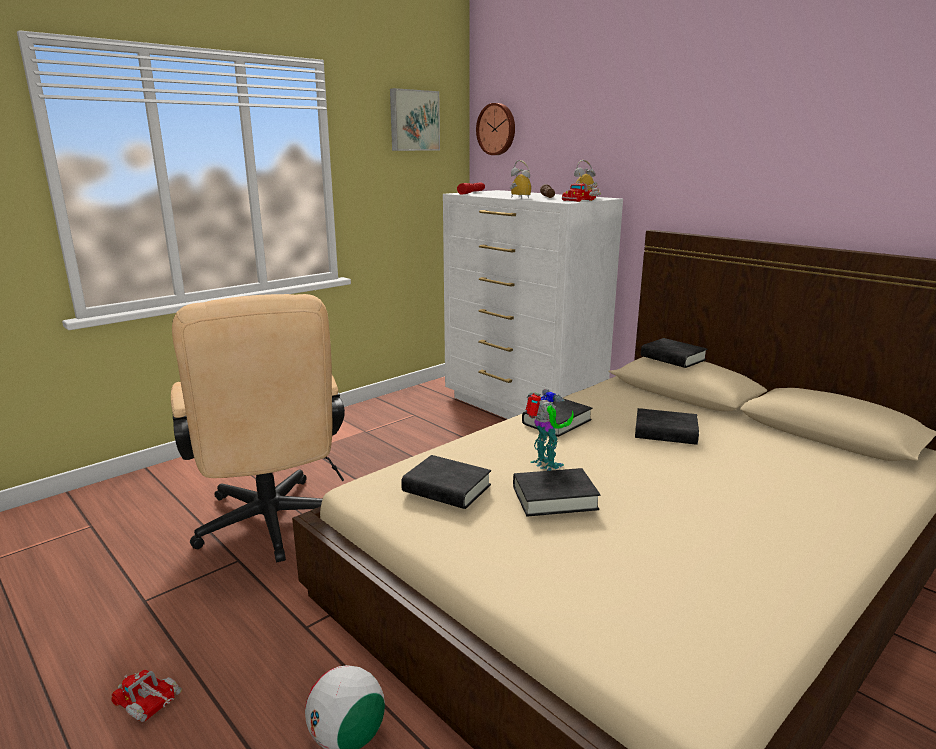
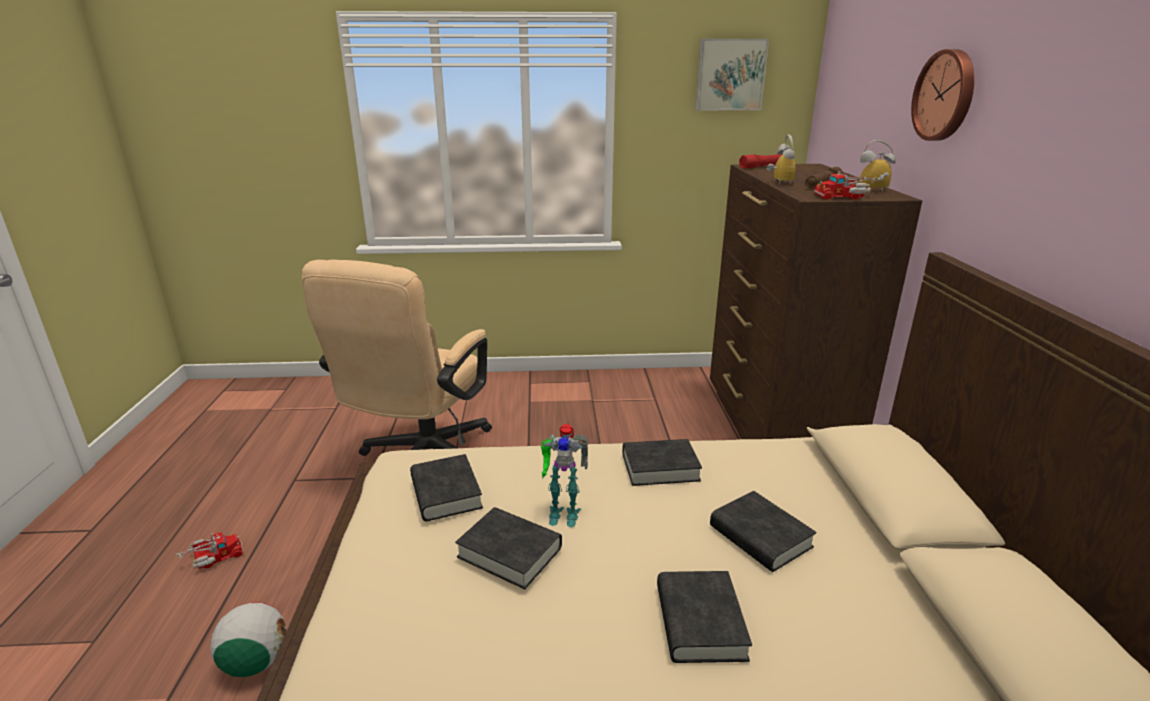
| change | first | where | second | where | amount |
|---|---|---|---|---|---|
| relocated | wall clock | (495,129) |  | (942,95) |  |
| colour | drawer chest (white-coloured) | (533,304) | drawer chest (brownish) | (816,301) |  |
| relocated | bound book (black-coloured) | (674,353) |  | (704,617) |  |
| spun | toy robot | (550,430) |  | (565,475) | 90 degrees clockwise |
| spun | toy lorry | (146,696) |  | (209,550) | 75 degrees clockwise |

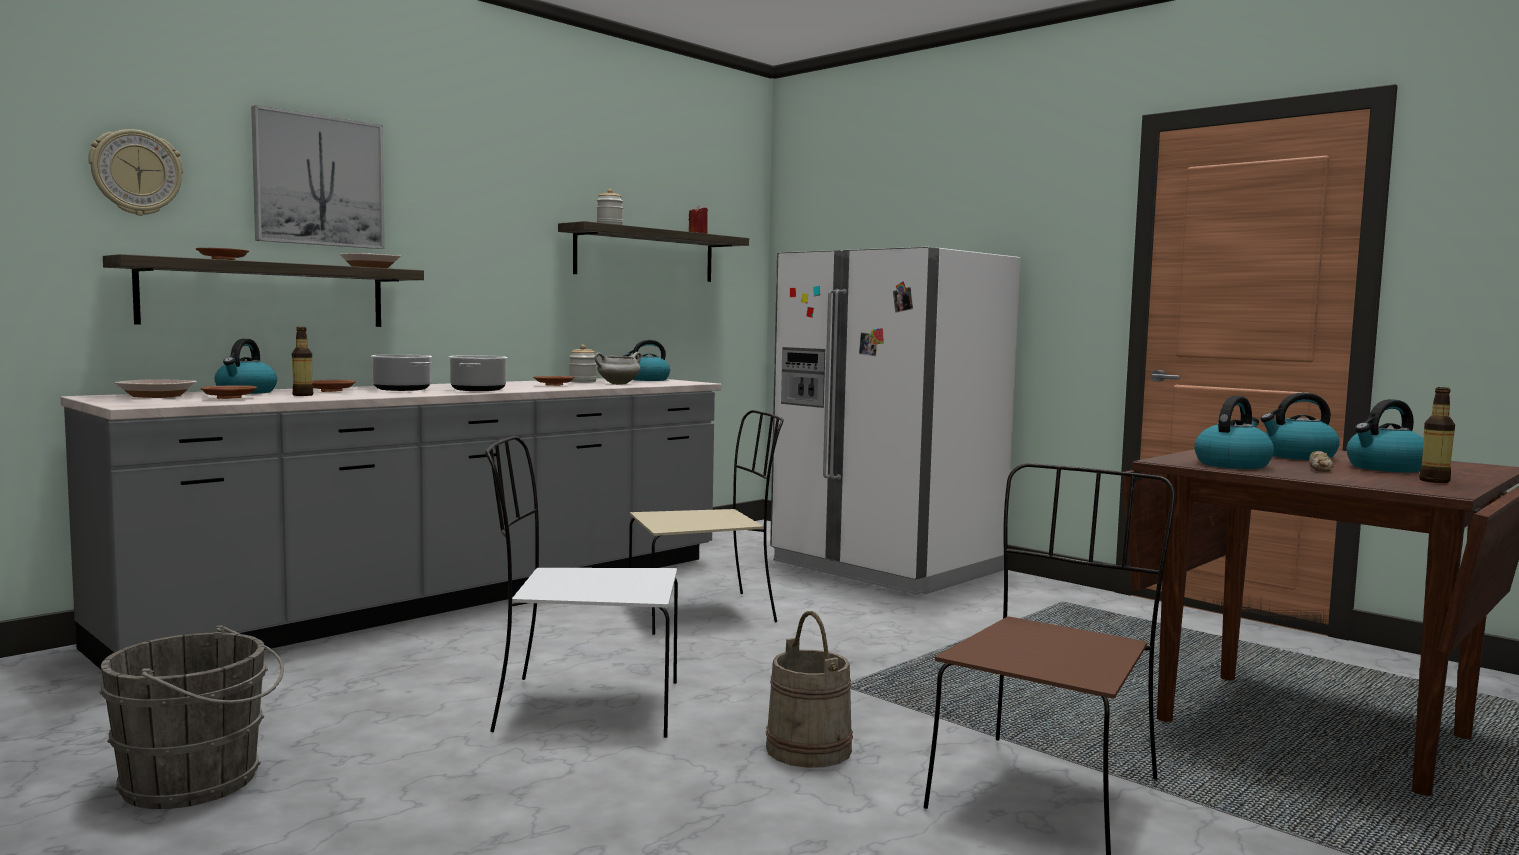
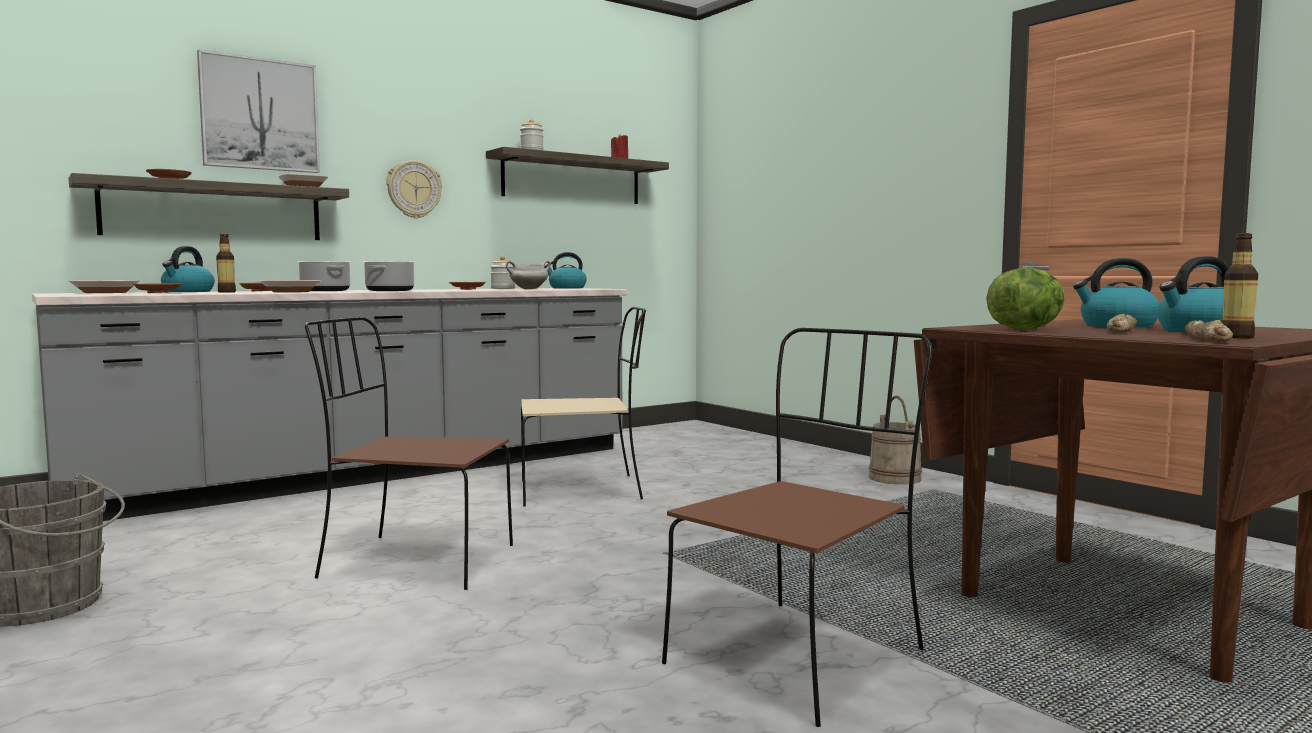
| change | first | where | second | where | amount |
|---|---|---|---|---|---|
| relocated | wall clock | (135,172) |  | (414,189) |  |
| missing | refrigerator (white-coloured) | (895,421) |  |  |  |
| exchanged | tea kettle | (1234,432) | lettuce head | (1025,298) |  |
| colour | chair (white-coloured) | (581,587) | chair (brownish) | (409,453) |  |
| relocated | pail (beige) | (809,689) |  | (895,440) |  |
| appeared |  |  | bowl | (290,286) |  |
| appeared |  |  | bread | (1209,330) |  |

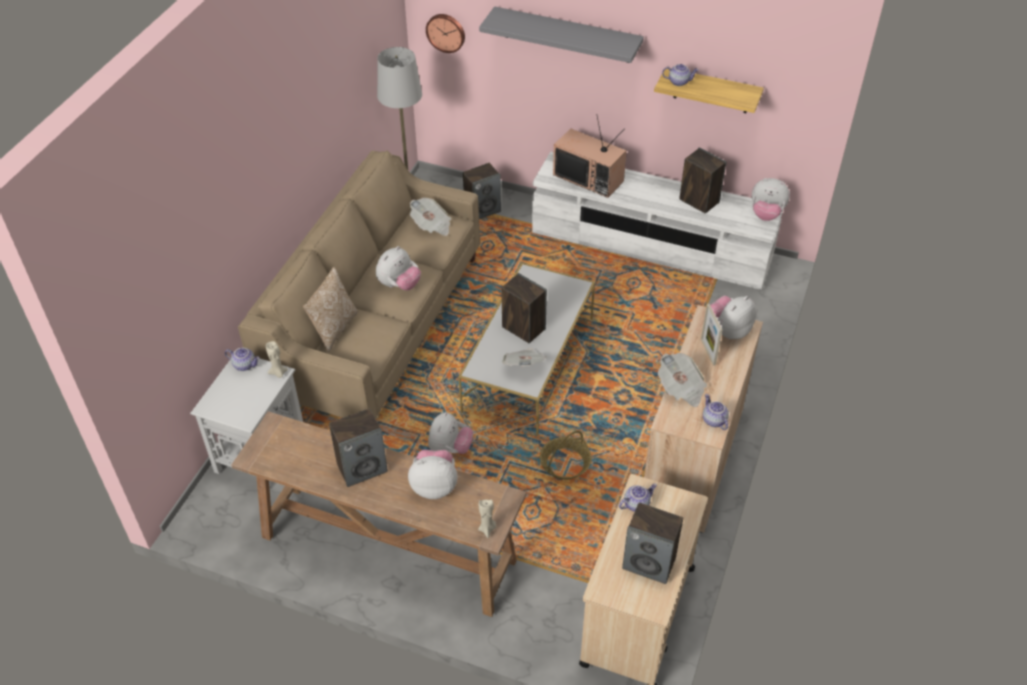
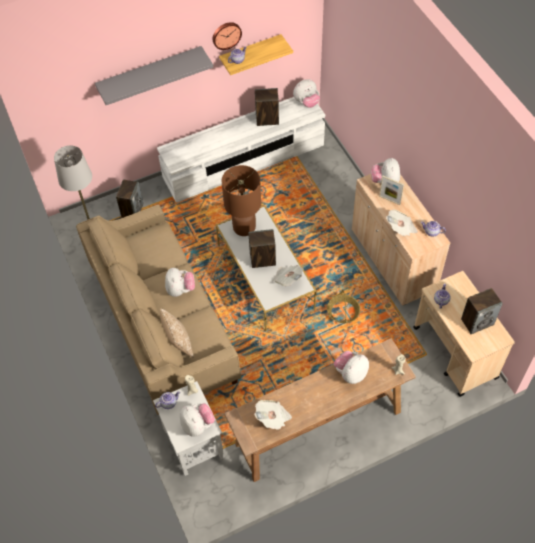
| change | first | where | second | where | amount |
|---|---|---|---|---|---|
| relocated | wall clock | (445,33) |  | (227,36) |  |
| missing | TV | (590,156) |  |  |  |
| relocated | printed paper | (430,217) |  | (273,415) |  |
| missing | loudspeaker | (358,447) |  |  |  |
| relocated | cuddly toy | (450,433) |  | (197,420) |  |
| appeared |  |  | lamp for a table (brownish) | (241,200) |  |

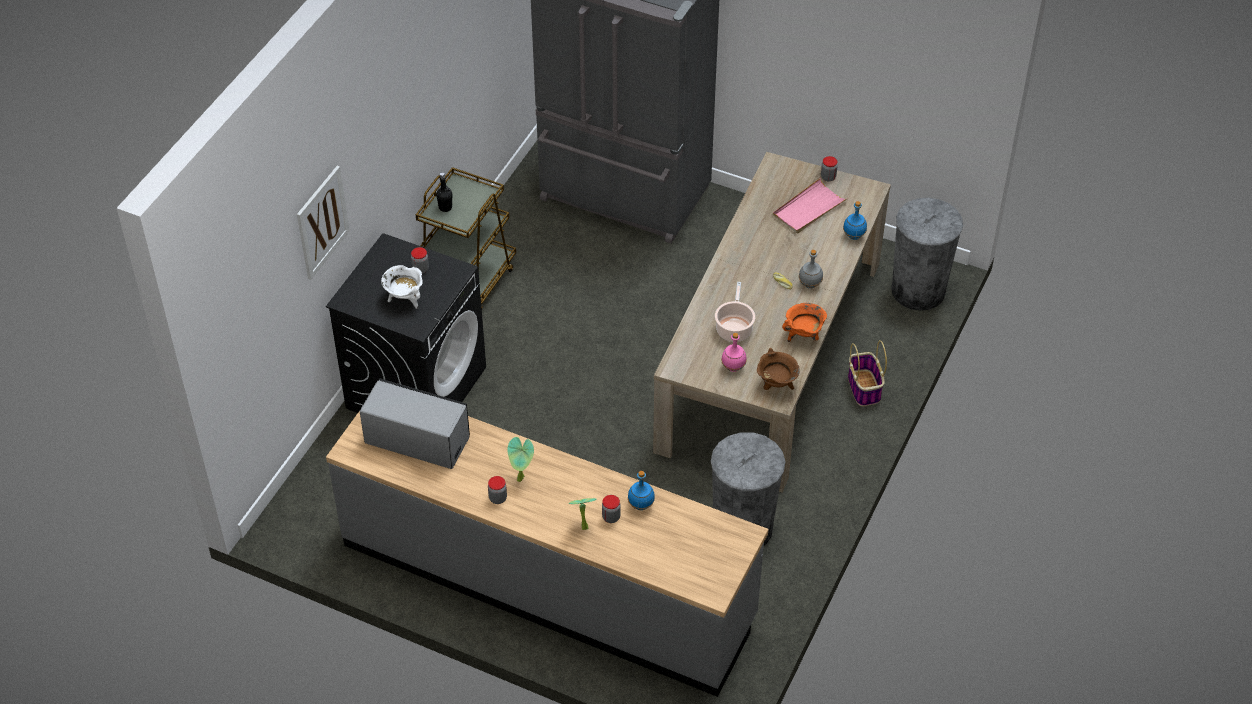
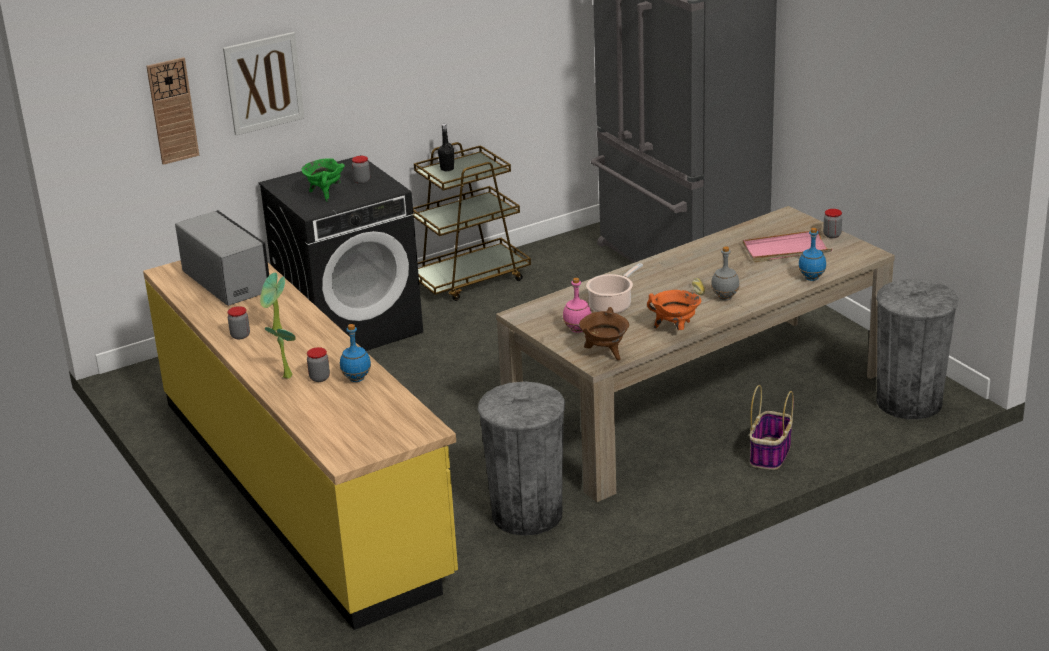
| change | first | where | second | where | amount |
|---|---|---|---|---|---|
| colour | saucepot (white-coloured) | (402,287) | saucepot (greenish) | (323,180) |  |
| colour | kitchen counter (grey) | (547,554) | kitchen counter (yellow) | (300,445) |  |
| appeared |  |  | wall clock | (172,111) |  |

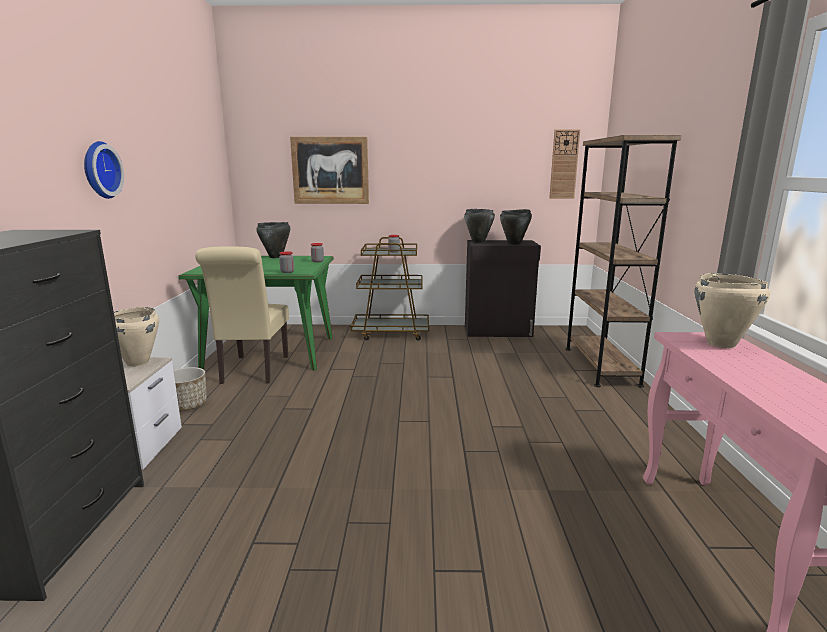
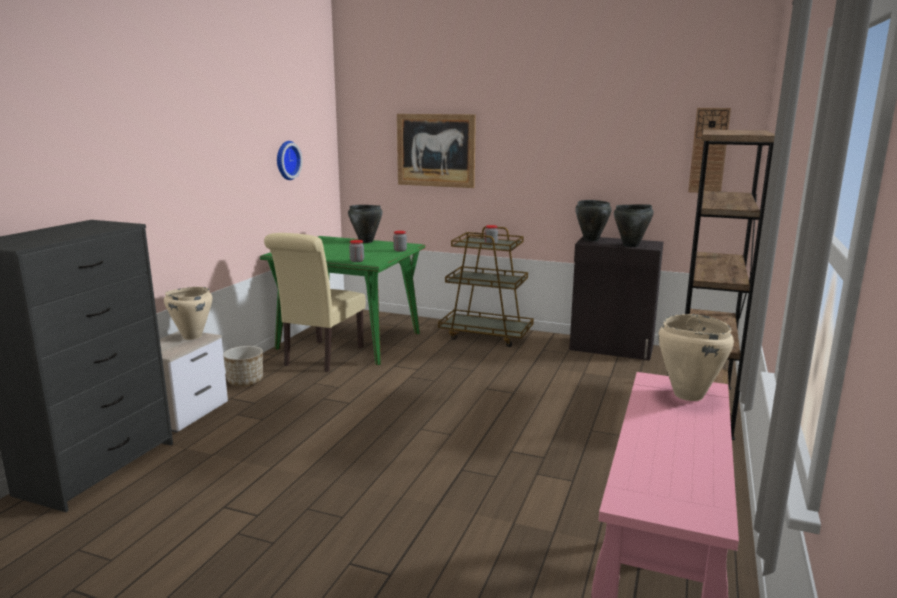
| change | first | where | second | where | amount |
|---|---|---|---|---|---|
| relocated | wall clock | (104,170) |  | (289,160) |  |

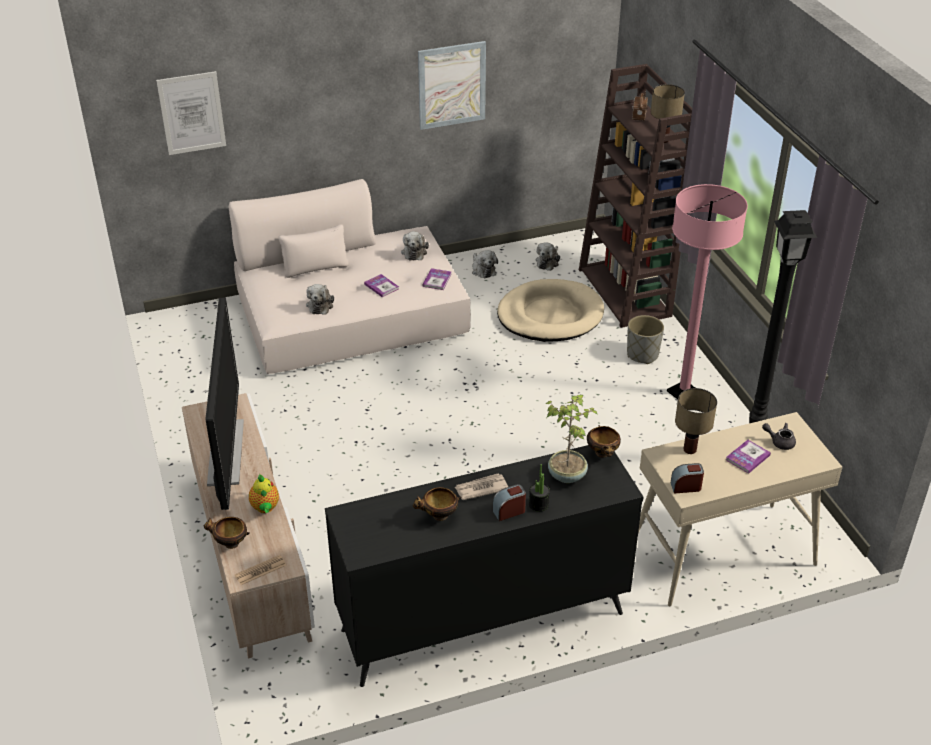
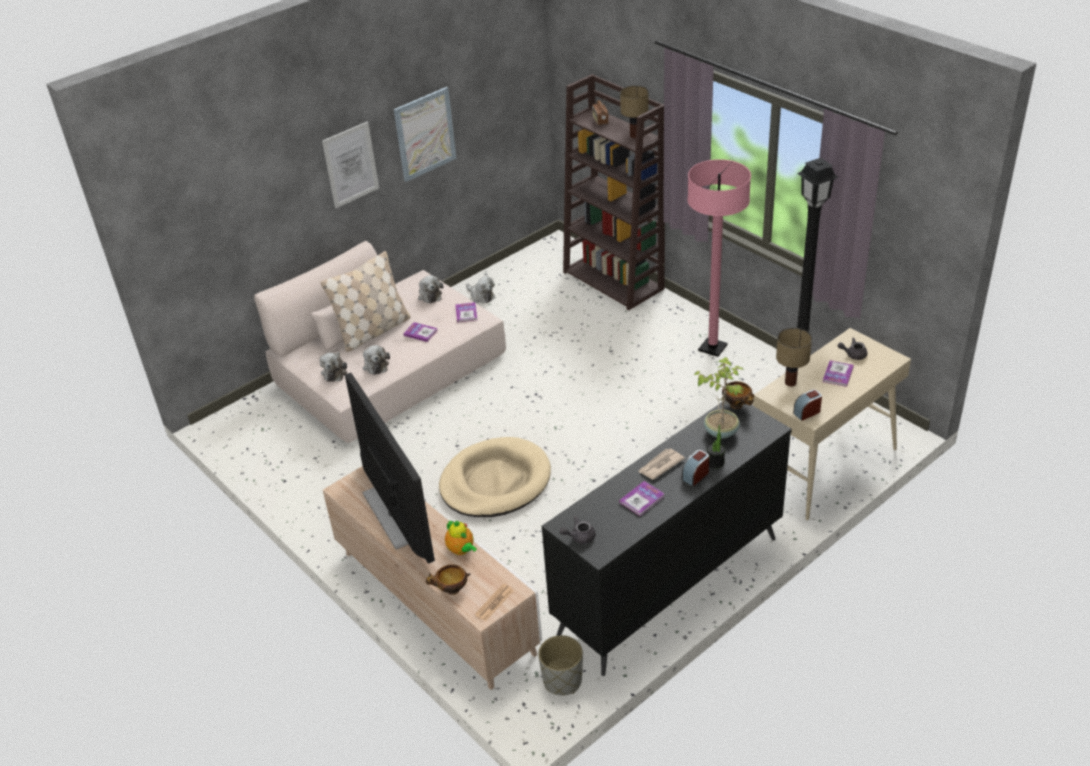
| change | first | where | second | where | amount |
|---|---|---|---|---|---|
| relocated | wall picture | (191,113) |  | (350,165) |  |
| relocated | cuddly toy | (548,256) |  | (333,367) |  |
| relocated | dog bed (beige) | (550,310) |  | (495,477) |  |
| relocated | planter (grey) | (645,339) |  | (560,665) |  |
| exchanged | bowl | (436,504) | bound book | (642,498) |  |
| appeared |  |  | cushion (beige) | (366,301) |  |
| appeared |  |  | pot for tea (grey) | (578,530) |  |

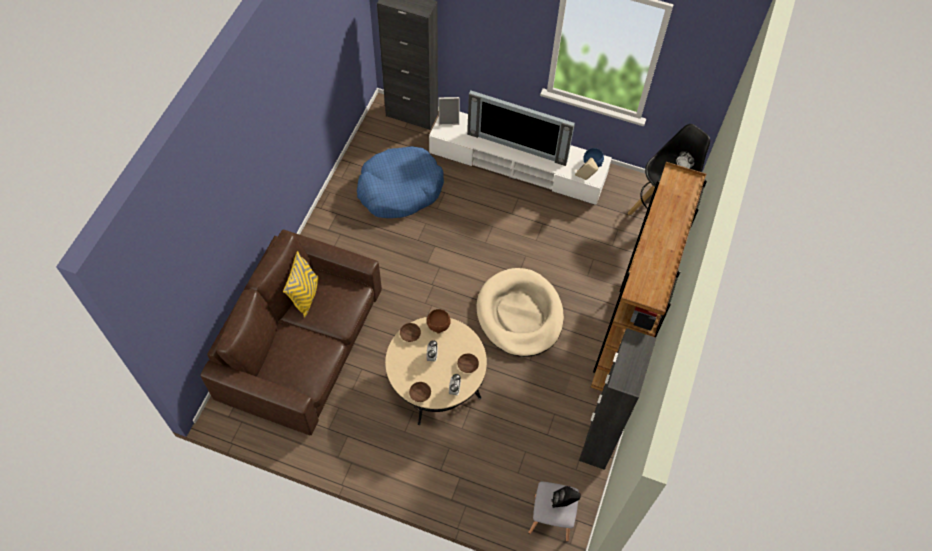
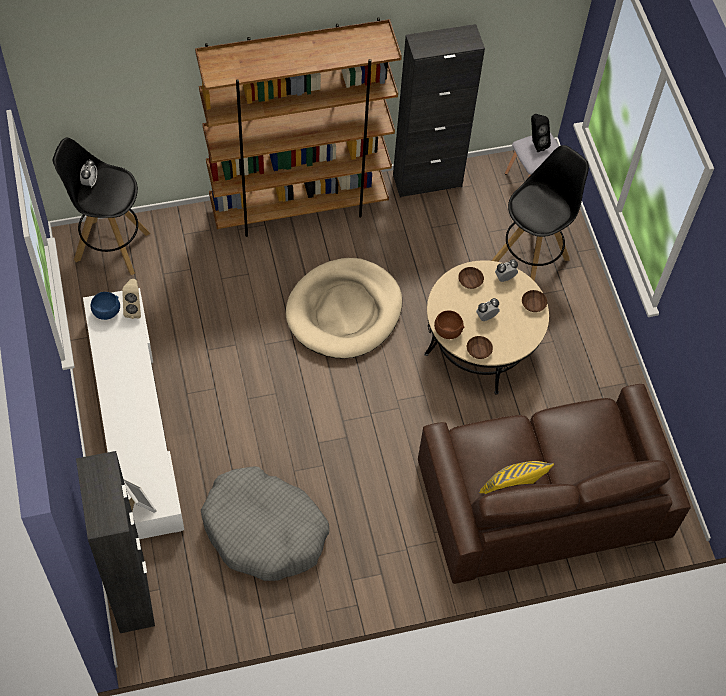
| change | first | where | second | where | amount |
|---|---|---|---|---|---|
| missing | TV | (521,128) |  |  |  |
| colour | dog bed (blue-coloured) | (400,182) | dog bed (grey) | (265,523) |  |
| appeared |  |  | stool (black-coloured) | (540,213) |  |

